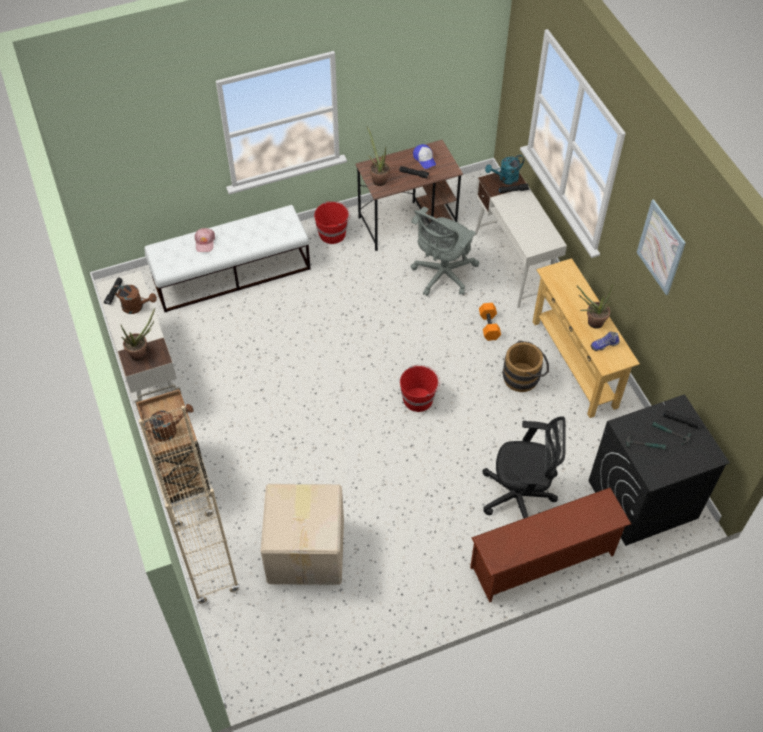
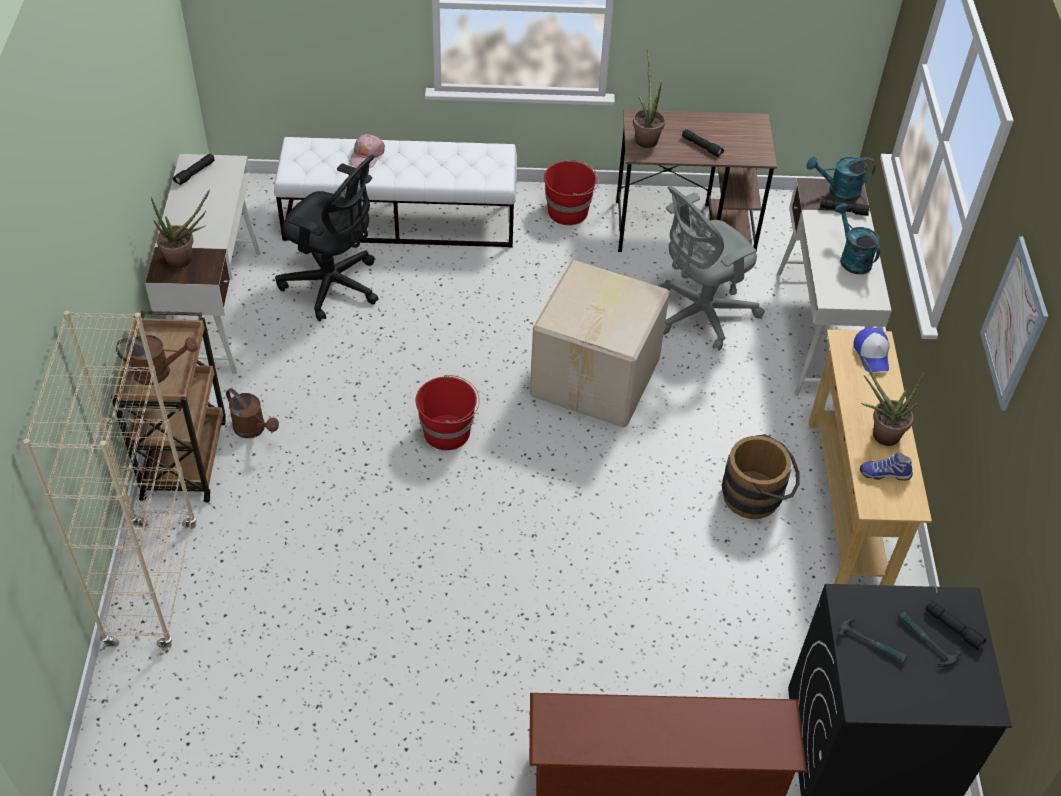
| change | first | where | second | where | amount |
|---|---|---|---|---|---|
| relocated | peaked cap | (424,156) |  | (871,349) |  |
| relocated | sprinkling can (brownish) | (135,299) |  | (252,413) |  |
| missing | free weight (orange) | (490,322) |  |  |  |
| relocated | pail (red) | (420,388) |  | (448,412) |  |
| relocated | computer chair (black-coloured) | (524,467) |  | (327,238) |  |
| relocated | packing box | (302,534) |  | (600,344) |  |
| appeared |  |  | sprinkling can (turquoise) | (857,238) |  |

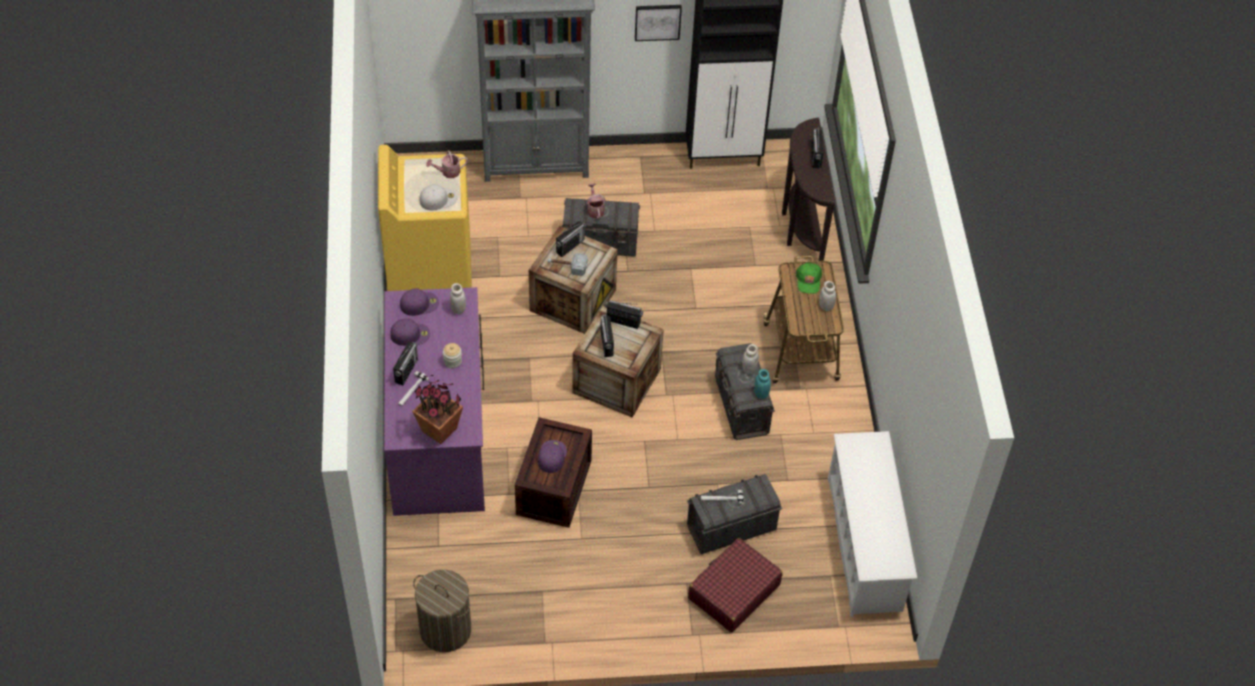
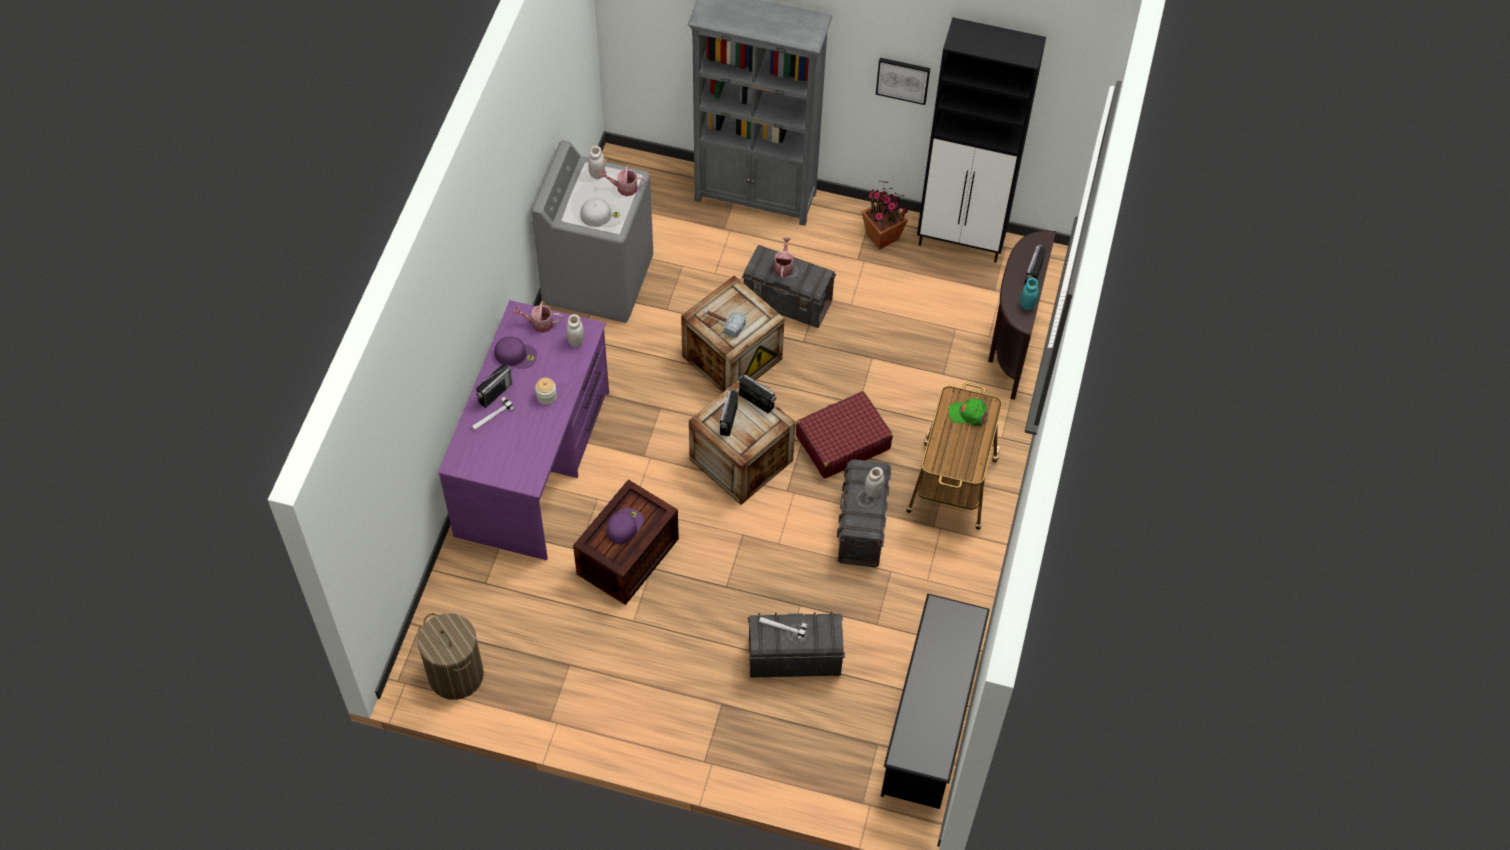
| change | first | where | second | where | amount |
|---|---|---|---|---|---|
| colour | laundry appliance (yellow) | (425,218) | laundry appliance (grey) | (592,231) |  |
| missing | radio receiver | (571,239) |  |  |  |
| spun | peaked cap (greenish) | (809,278) |  | (968,412) | 75 degrees clockwise |
| relocated | jar (white-coloured) | (827,296) |  | (596,162) |  |
| exchanged | peaked cap (purple) | (419,302) | sprinkling can | (537,317) |  |
| relocated | jar (turquoise) | (762,384) |  | (1029,293) |  |
| relocated | houseplant | (437,409) |  | (885,215) |  |
| colour | shoe stand (white-coloured) | (873,524) | shoe stand (black-coloured) | (935,701) |  |
| relocated | travel case (red) | (735,585) |  | (844,434) |  |

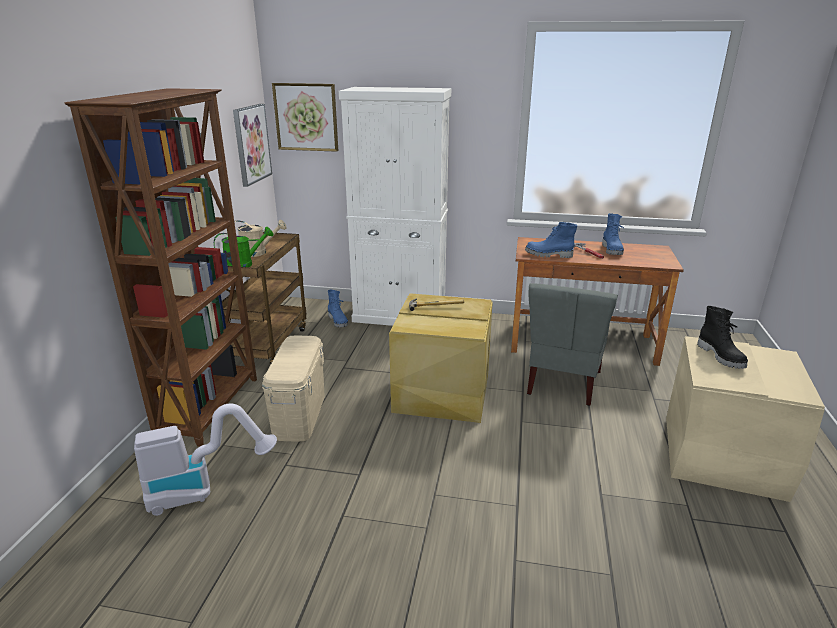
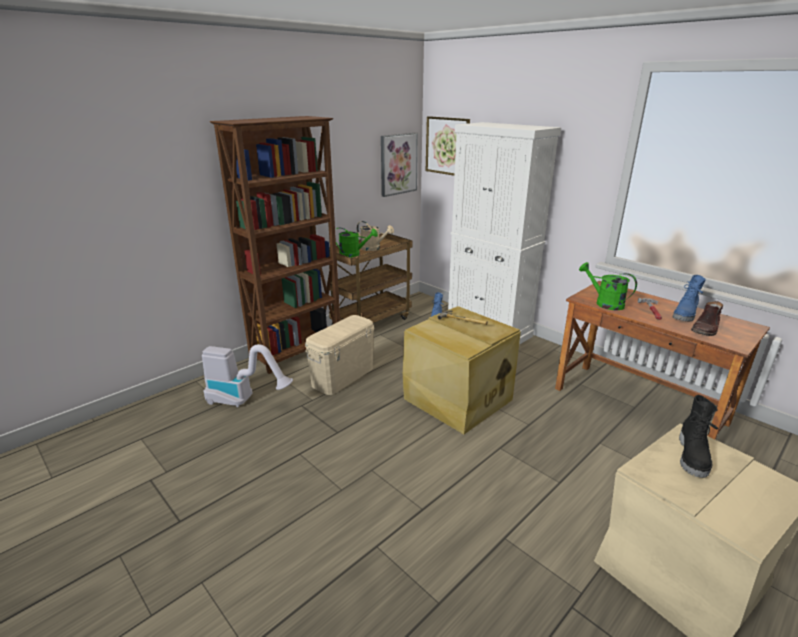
| change | first | where | second | where | amount |
|---|---|---|---|---|---|
| exchanged | high-top boot (blue-coloured) | (551,240) | sprinkling can (greenish) | (608,286) |  |
| missing | chair (grey) | (572,344) |  |  |  |
| appeared |  |  | high-top boot (brownish) | (707,318) |  |

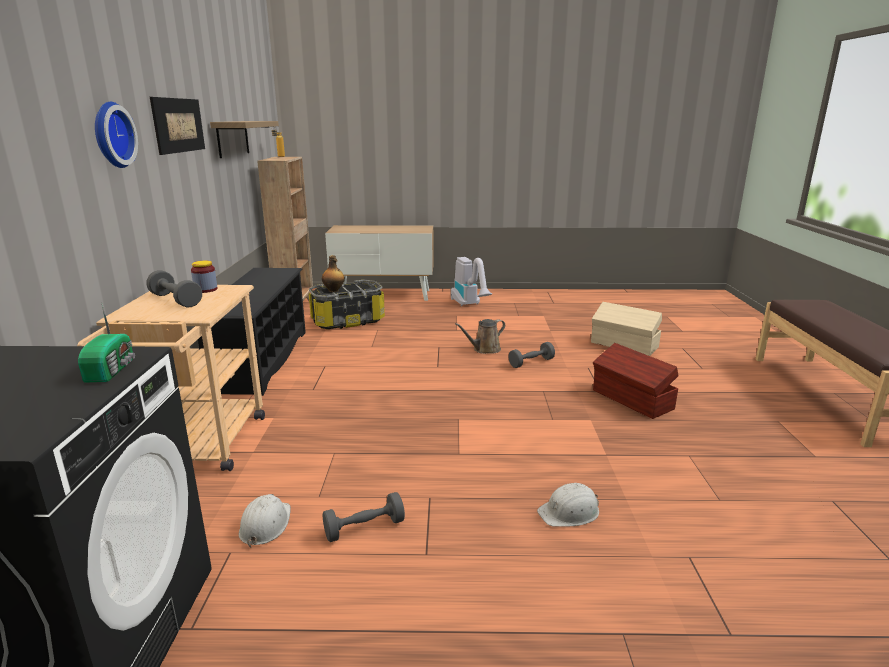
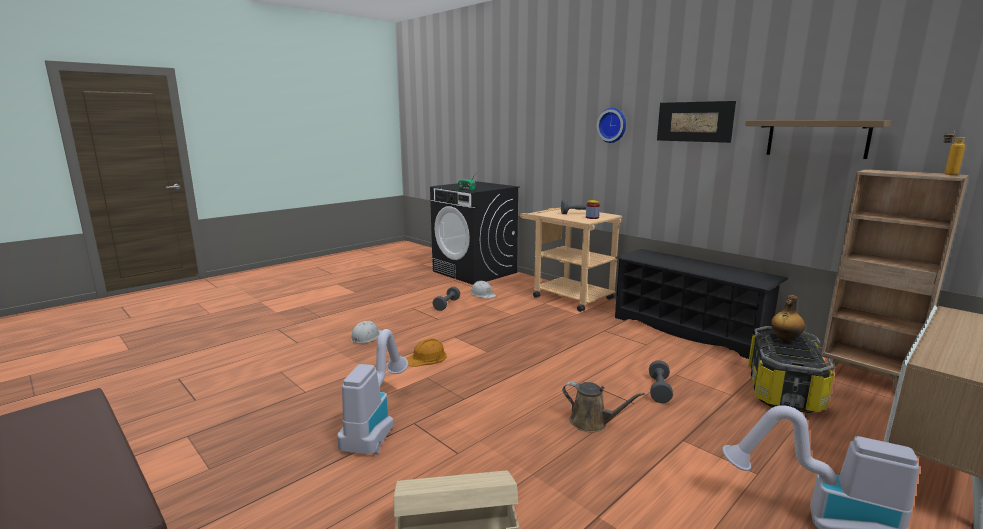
| change | first | where | second | where | amount |
|---|---|---|---|---|---|
| spun | sprinkling can (brownish) | (480,336) |  | (603,406) | 105 degrees clockwise |
| relocated | free weight (grey) | (531,355) |  | (661,381) |  |
| exchanged | storage box (brownish) | (635,381) | vacuum cleaner | (372,391) |  |
| appeared |  |  | work helmet (orange) | (426,352) |  |

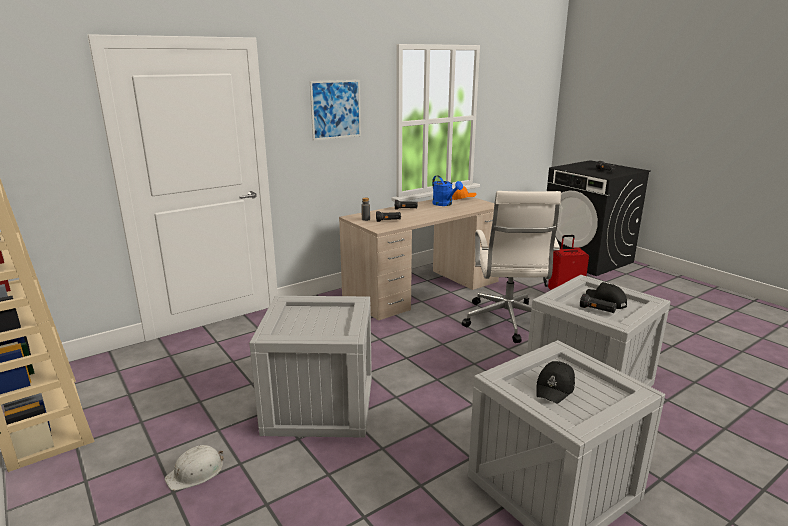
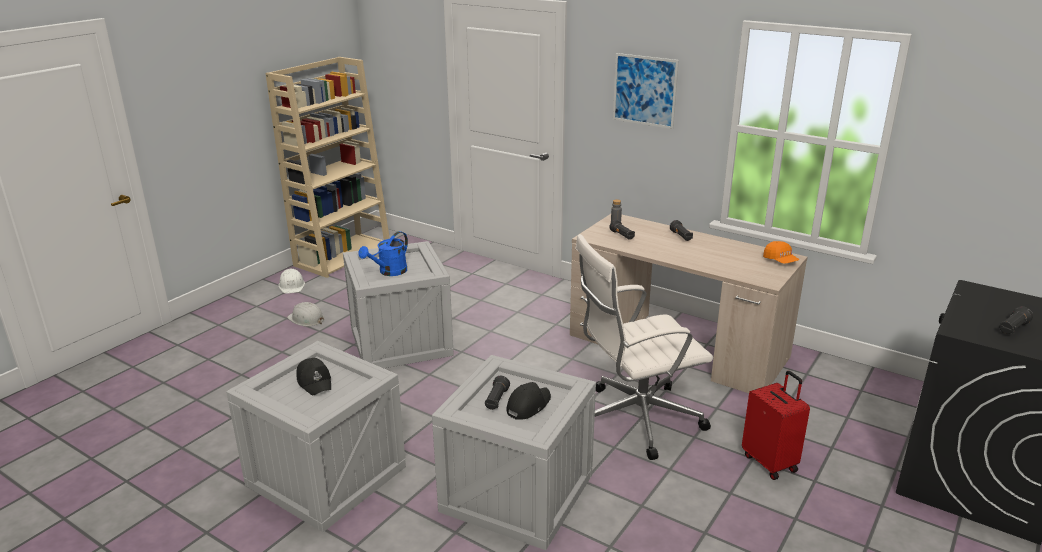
| change | first | where | second | where | amount |
|---|---|---|---|---|---|
| relocated | sprinkling can (blue-coloured) | (447,191) |  | (383,253) |  |
| spun | peaked cap (black-coloured) | (555,382) |  | (314,376) | 135 degrees counterclockwise |
| appeared |  |  | work helmet (white-coloured) | (292,281) |  |

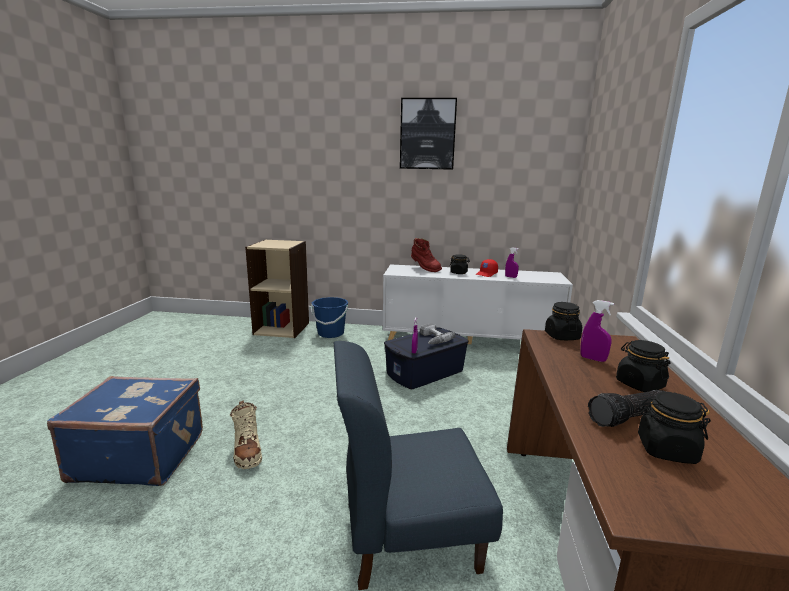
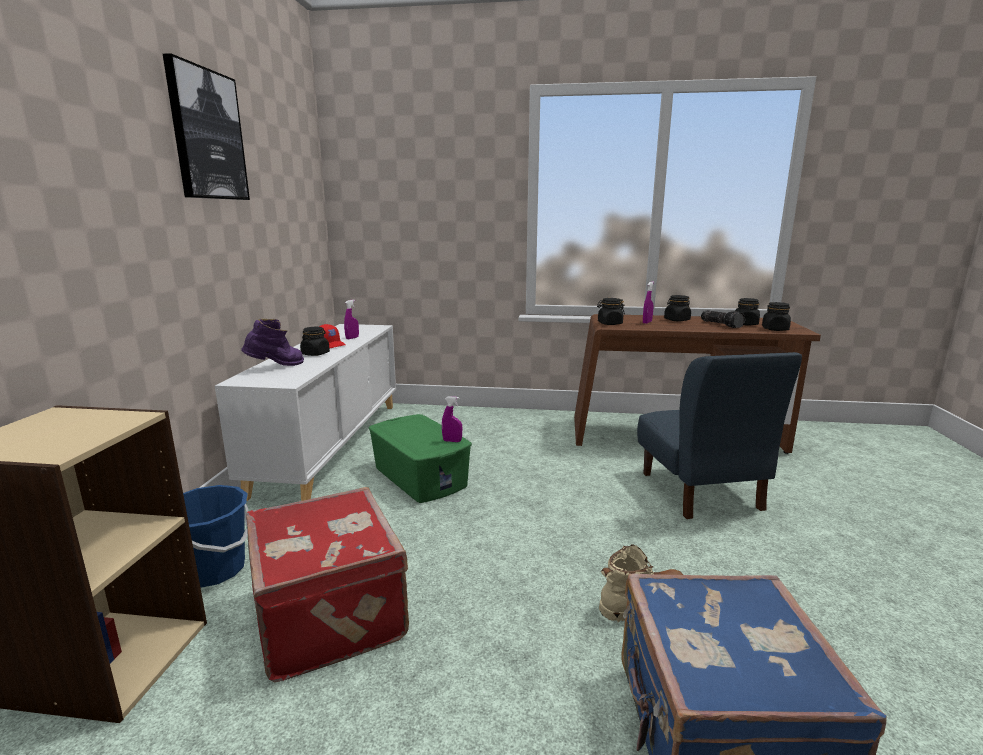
| change | first | where | second | where | amount |
|---|---|---|---|---|---|
| colour | high-top boot (red) | (426,255) | high-top boot (purple) | (272,342) |  |
| missing | drill | (438,333) |  |  |  |
| colour | storage box (blue-coloured) | (426,358) | storage box (greenish) | (420,458) |  |
| appeared |  |  | jar (black-coloured) | (776,316) |  |
| appeared |  |  | travel case (red) | (327,585) |  |

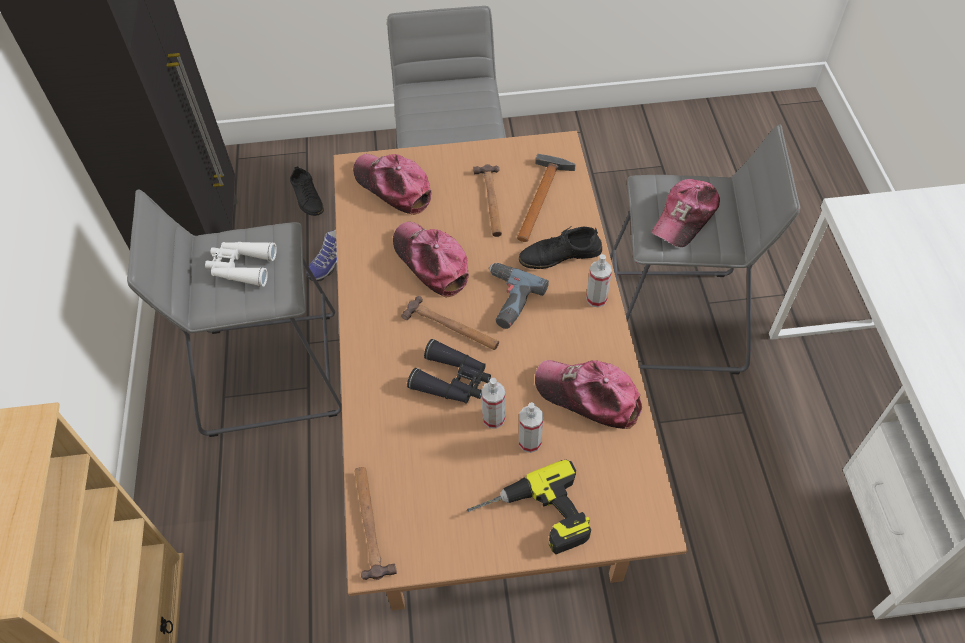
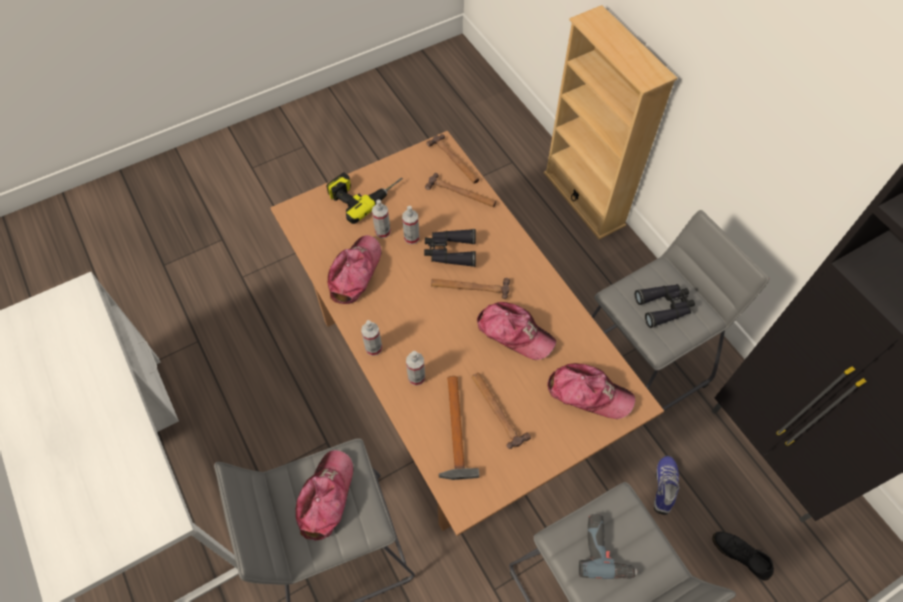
| change | first | where | second | where | amount |
|---|---|---|---|---|---|
| exchanged | shoe (black-coloured) | (560,247) | spray bottle | (415,368) |  |
| colour | binoculars (white-coloured) | (241,264) | binoculars (black-coloured) | (665,306) |  |
| relocated | drill | (519,296) |  | (608,546) |  |
| spun | peaked cap | (588,394) |  | (354,269) | 75 degrees counterclockwise |
| appeared |  |  | hand hammer | (460,190) |  |

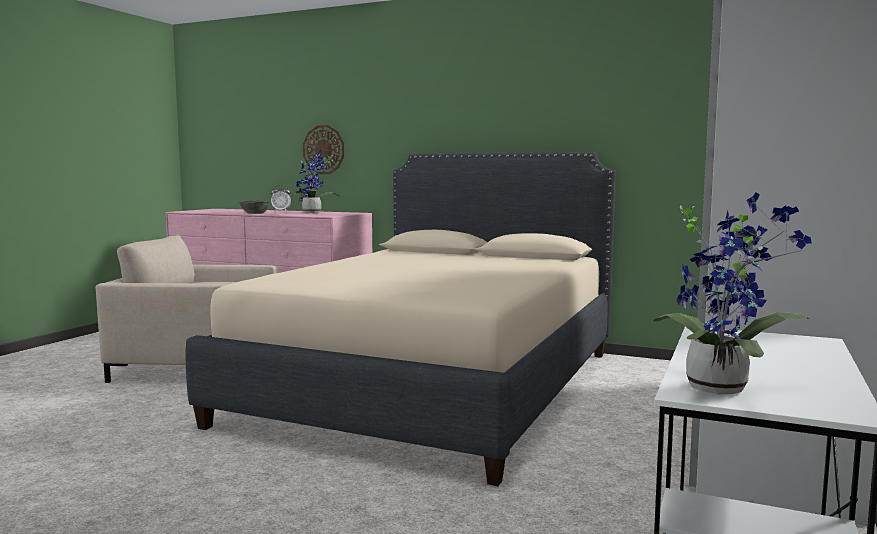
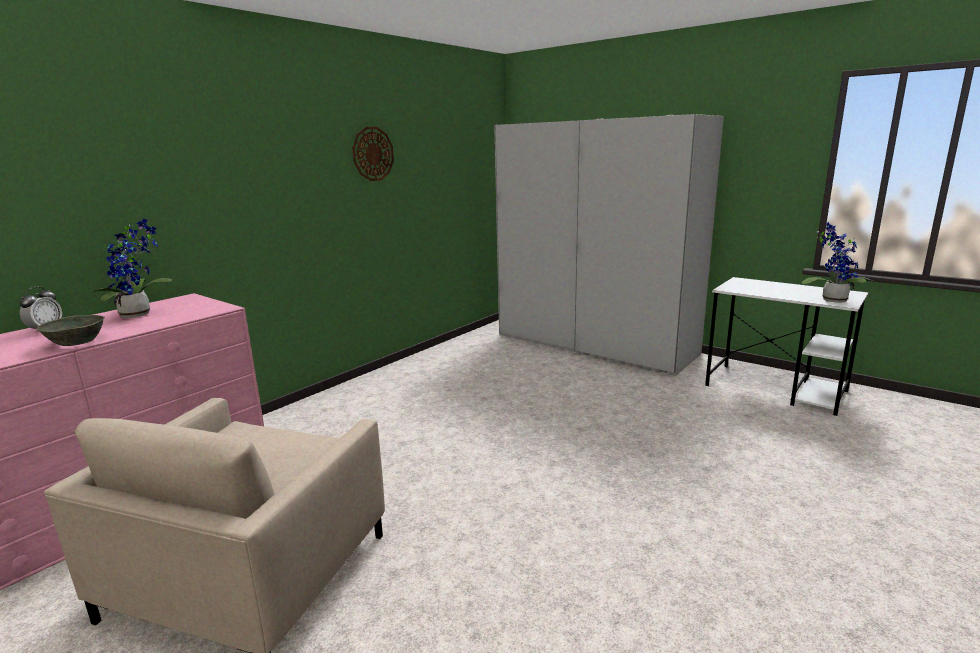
| change | first | where | second | where | amount |
|---|---|---|---|---|---|
| relocated | wall clock | (324,149) |  | (373,154) |  |
| missing | bedroom bed (beige) | (400,319) |  |  |  |

